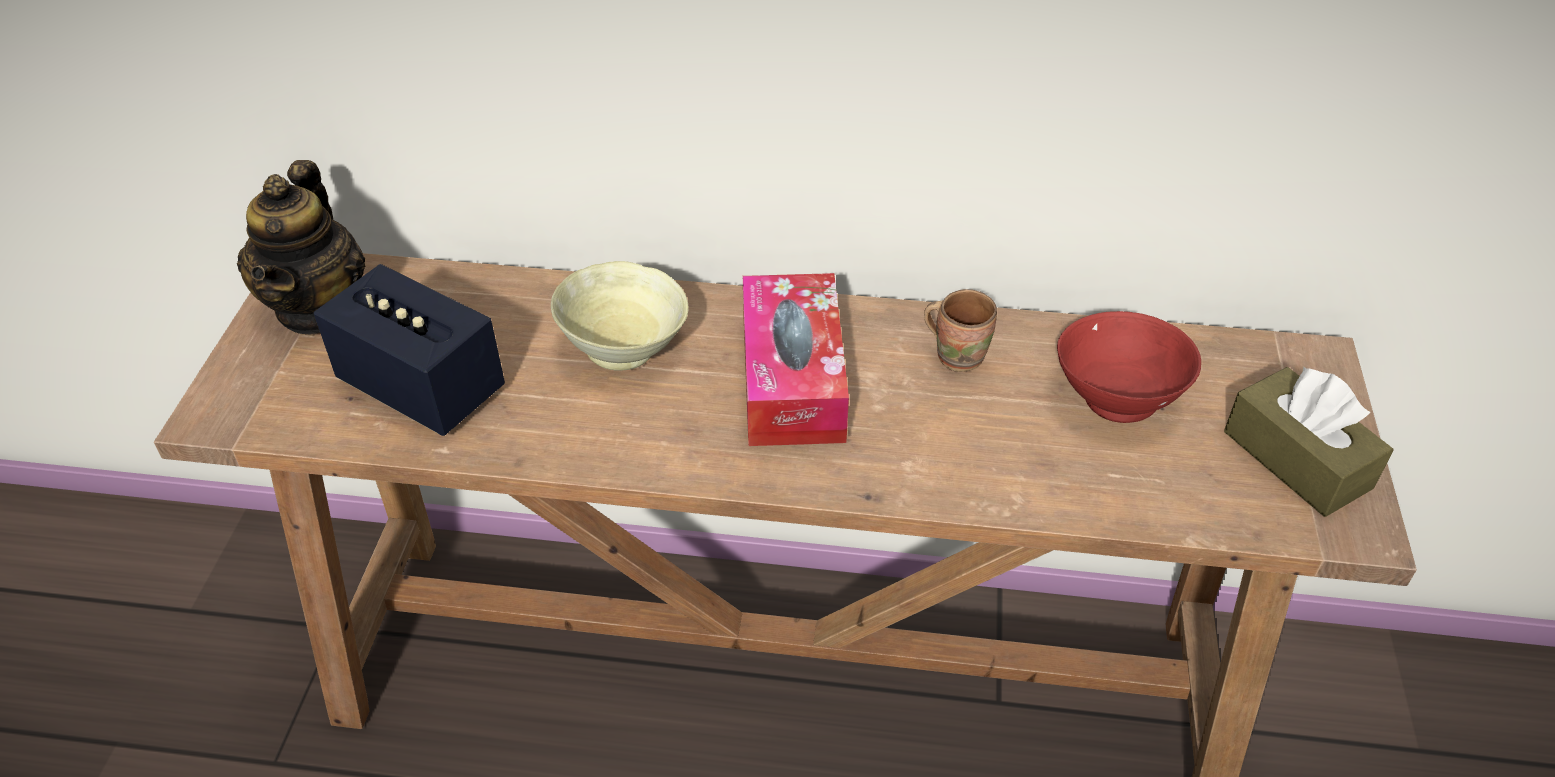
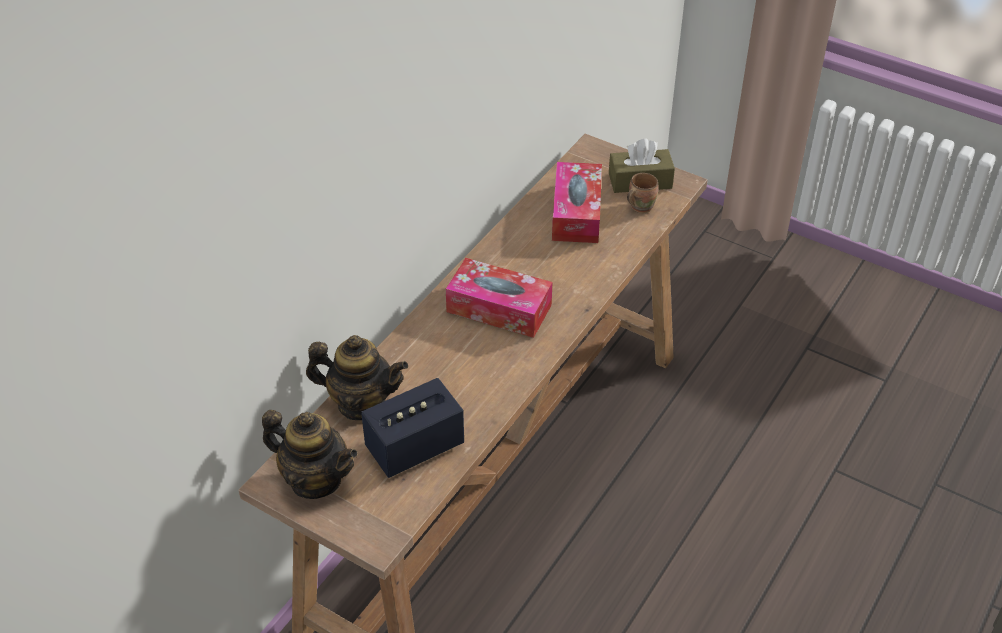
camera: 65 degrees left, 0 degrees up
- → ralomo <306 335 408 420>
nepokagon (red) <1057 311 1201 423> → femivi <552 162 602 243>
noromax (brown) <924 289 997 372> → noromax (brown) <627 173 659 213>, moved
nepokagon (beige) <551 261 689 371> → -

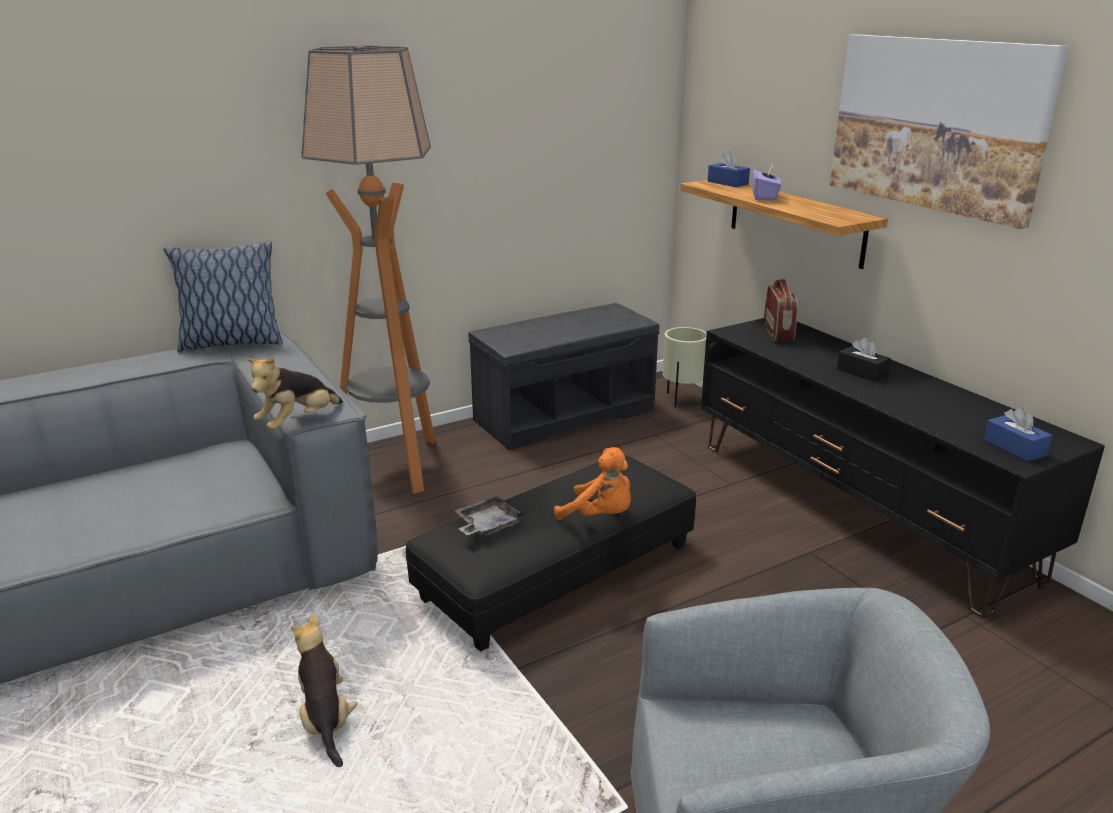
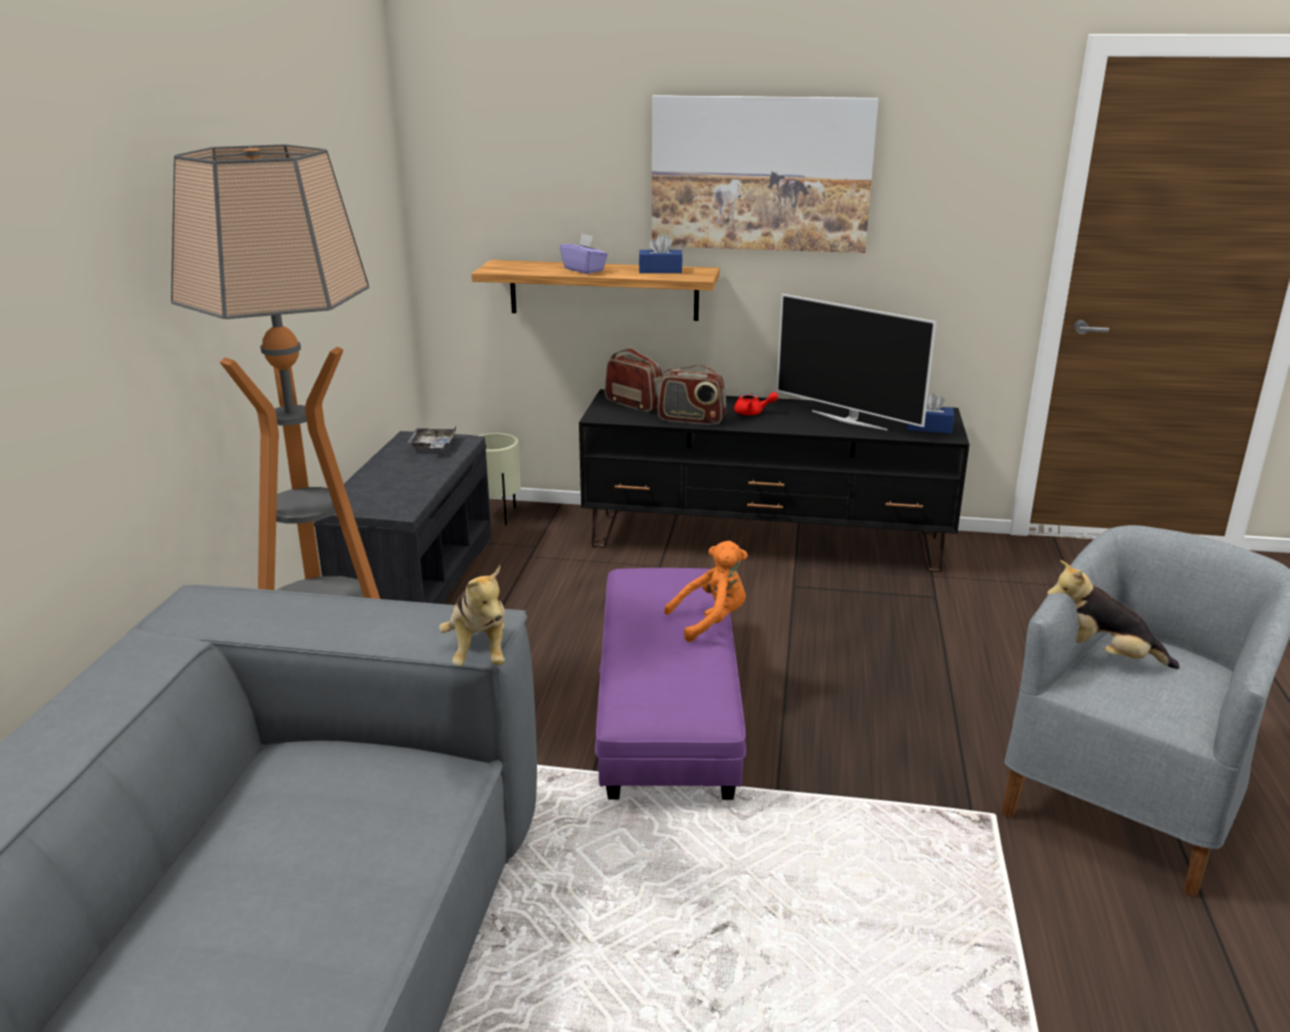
camera: 50 degrees left, 0 degrees up
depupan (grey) <455 495 525 536> → depupan (grey) <407 427 456 450>, moved
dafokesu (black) <406 455 696 652> → dafokesu (purple) <595 568 746 800>
femivi (blue) <708 150 750 187> → femivi (blue) <639 234 683 273>, moved
- → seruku <657 365 726 425>
femivi (black) <837 337 891 382> → ralomo (red) <734 392 778 415>
- → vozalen <776 294 936 430>
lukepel <291 614 357 767> → lukepel <1047 560 1180 669>, moved
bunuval <163 241 283 352> → -

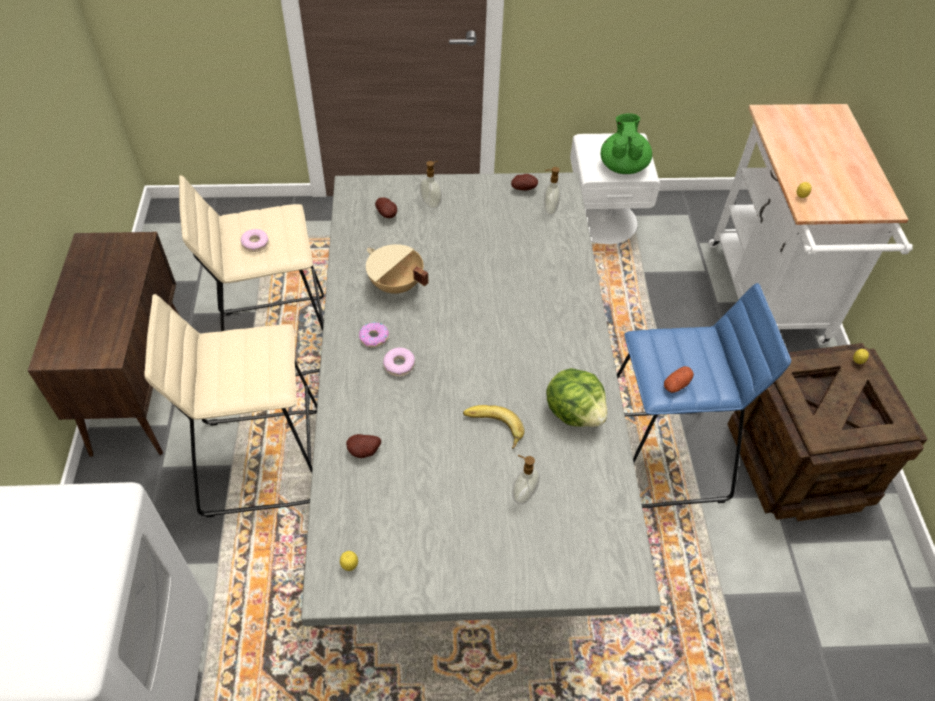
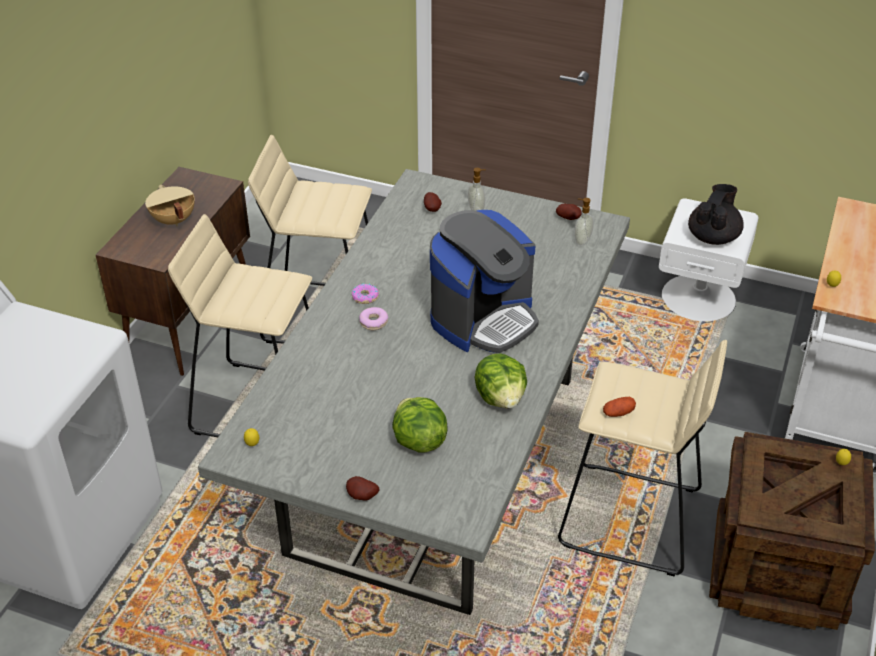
camera: 25 degrees right, 10 degrees down
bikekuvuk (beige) <366 244 429 294> → bikekuvuk (beige) <145 185 195 226>, moved
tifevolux <346 434 381 458> → tifevolux <346 476 380 501>, moved
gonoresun <512 455 540 504> → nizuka <392 397 448 453>
- → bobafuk <430 210 539 353>
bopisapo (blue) <617 283 791 508> → bopisapo (beige) <558 340 727 576>
ralomo (green) <600 113 652 174> → ralomo (black) <688 184 744 245>
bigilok <241 229 269 252> → -
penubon <463 405 524 449> → -

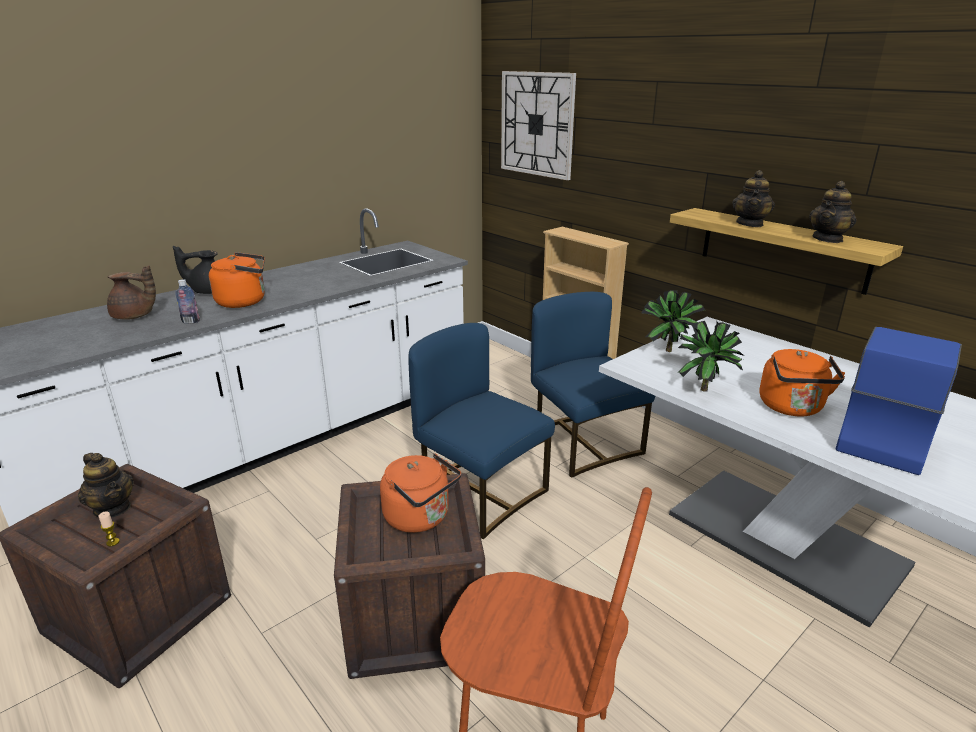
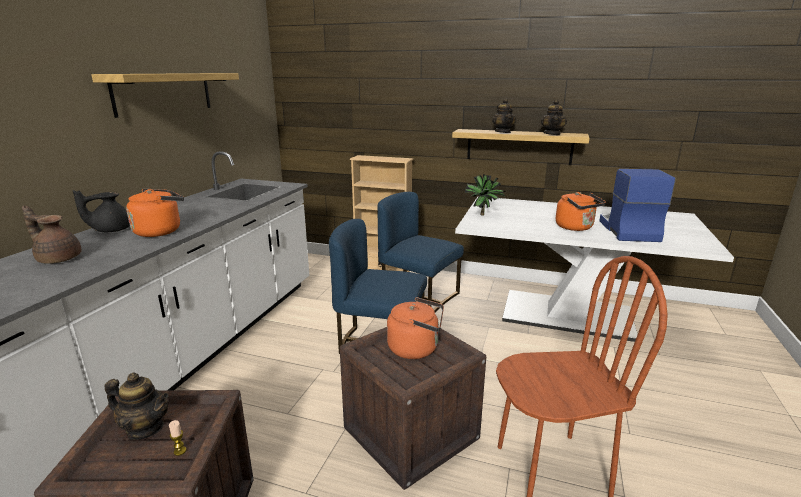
camera: 30 degrees left, 5 degrees down
ralomo (brown) <107 265 156 320> → ralomo (brown) <22 206 81 264>, 135 degrees counterclockwise
- → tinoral <91 73 239 118>
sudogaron <175 279 200 324> → -
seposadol <501 71 576 180> → -
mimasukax <678 321 747 392> → -

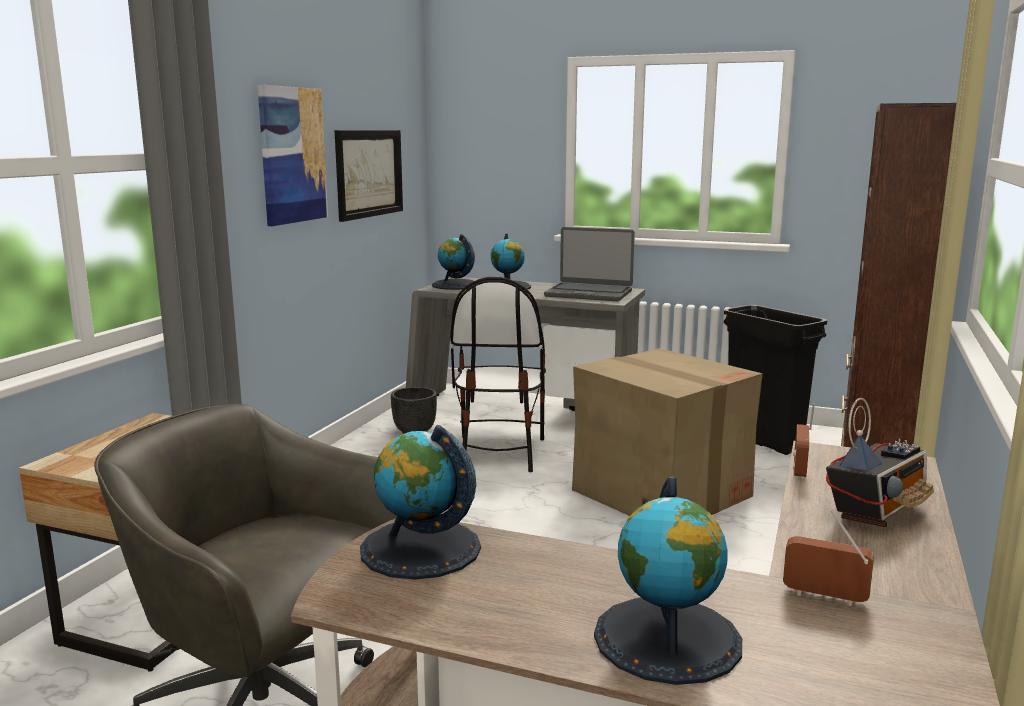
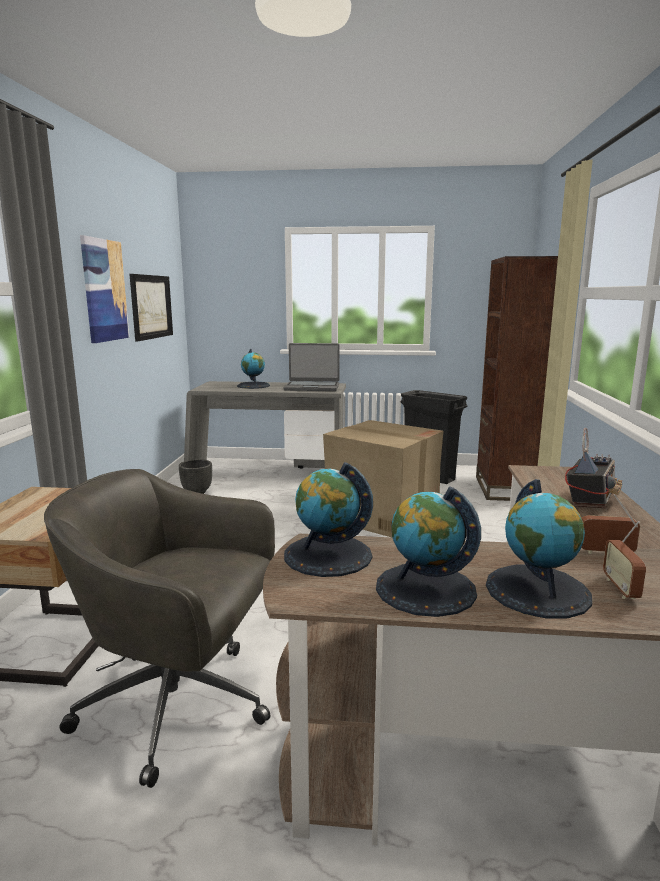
camera: 15 degrees left, 0 degrees up
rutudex <432 234 475 290> → rutudex <376 486 481 617>, moved
seruku <793 403 815 479> → seruku <603 521 646 599>, moved
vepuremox <450 277 546 472> → -

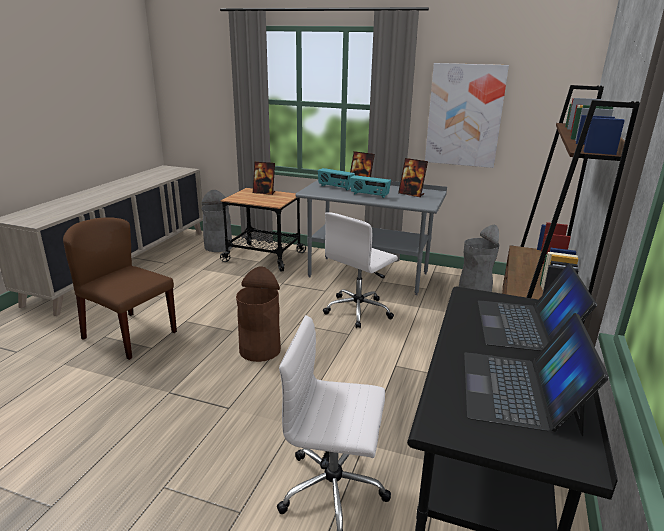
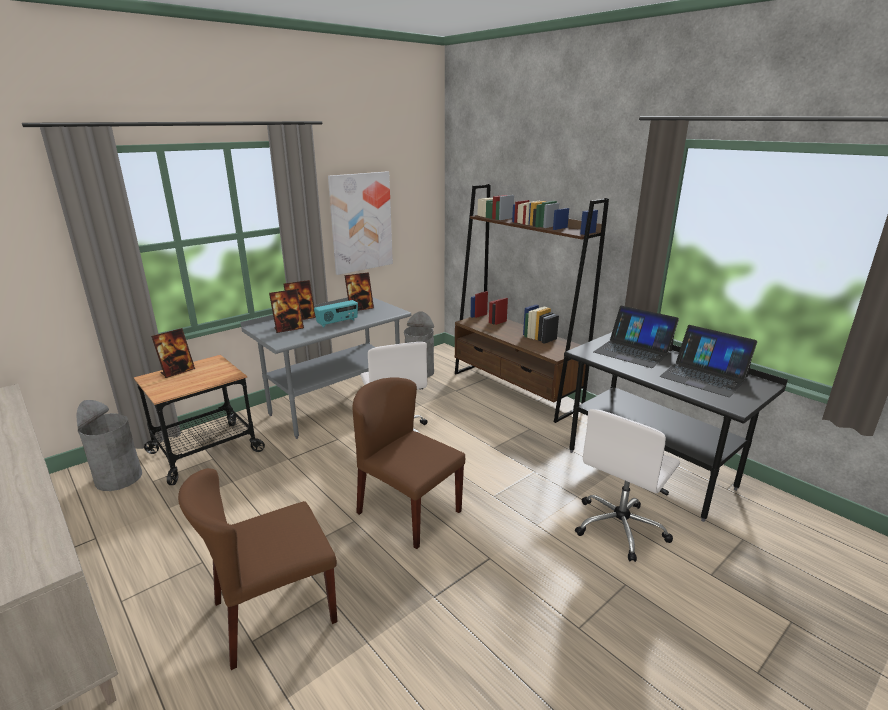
camera: 60 degrees left, 0 degrees up
seruku <318 168 355 191> → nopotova <269 289 304 333>
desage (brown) <236 267 281 362> → vepuremox (brown) <352 377 465 549>

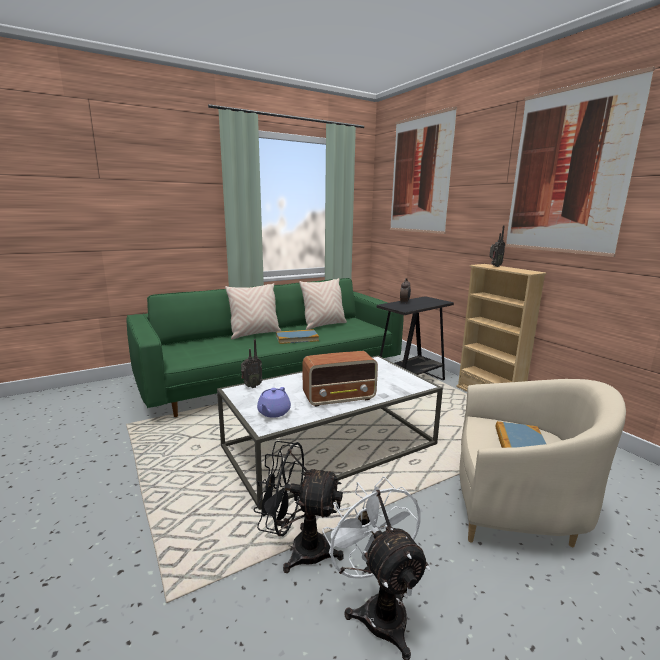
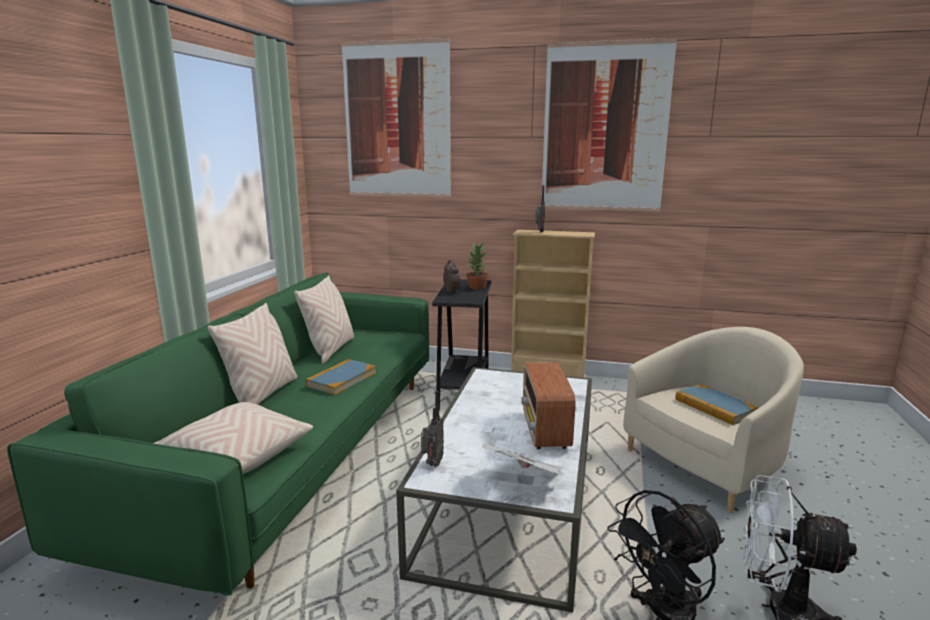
camera: 45 degrees left, 0 degrees up
- → bunuval (beige) <154 402 313 474>
- → mimasukax <466 243 489 289>
ralomo (purple) <257 387 291 418> → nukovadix <482 444 565 476>
seruku <303 351 378 407> → seruku <521 362 575 449>, 150 degrees clockwise

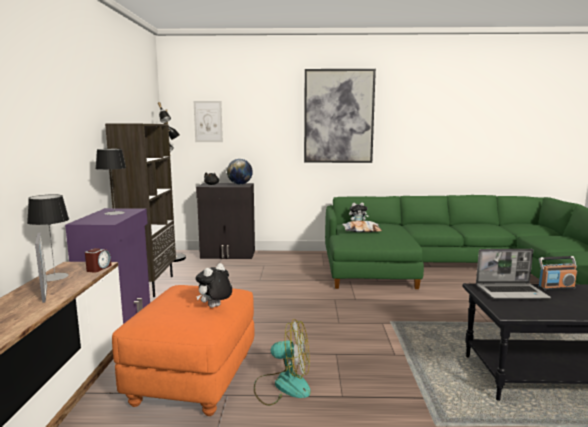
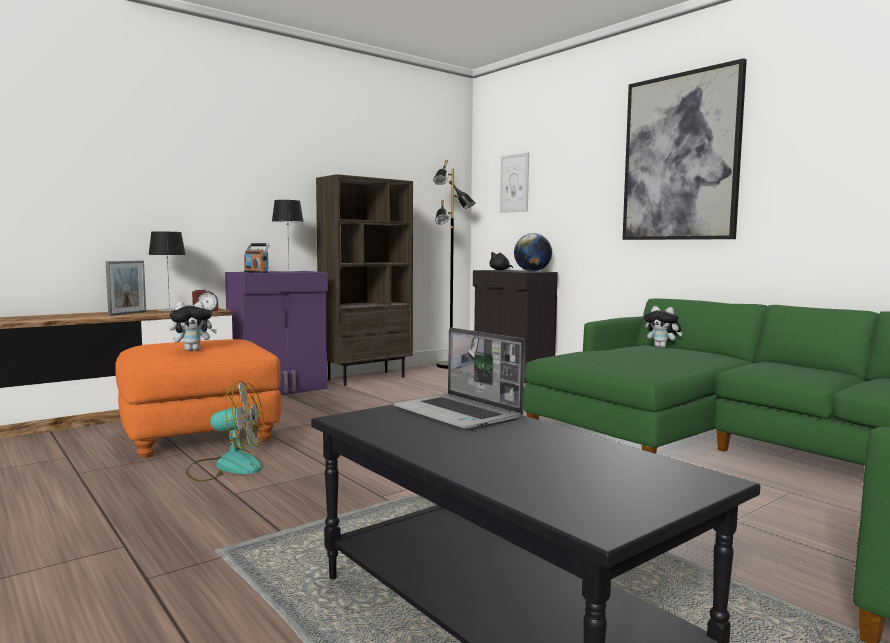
camera: 50 degrees right, 5 degrees down
lukepel <196 263 232 308> → lukepel <169 301 218 351>, 150 degrees clockwise
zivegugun <254 319 311 406> → zivegugun <186 381 264 482>, 60 degrees counterclockwise
seruku <538 256 577 290> → seruku <244 243 270 273>, moved
bunuval <342 221 382 232> → -

